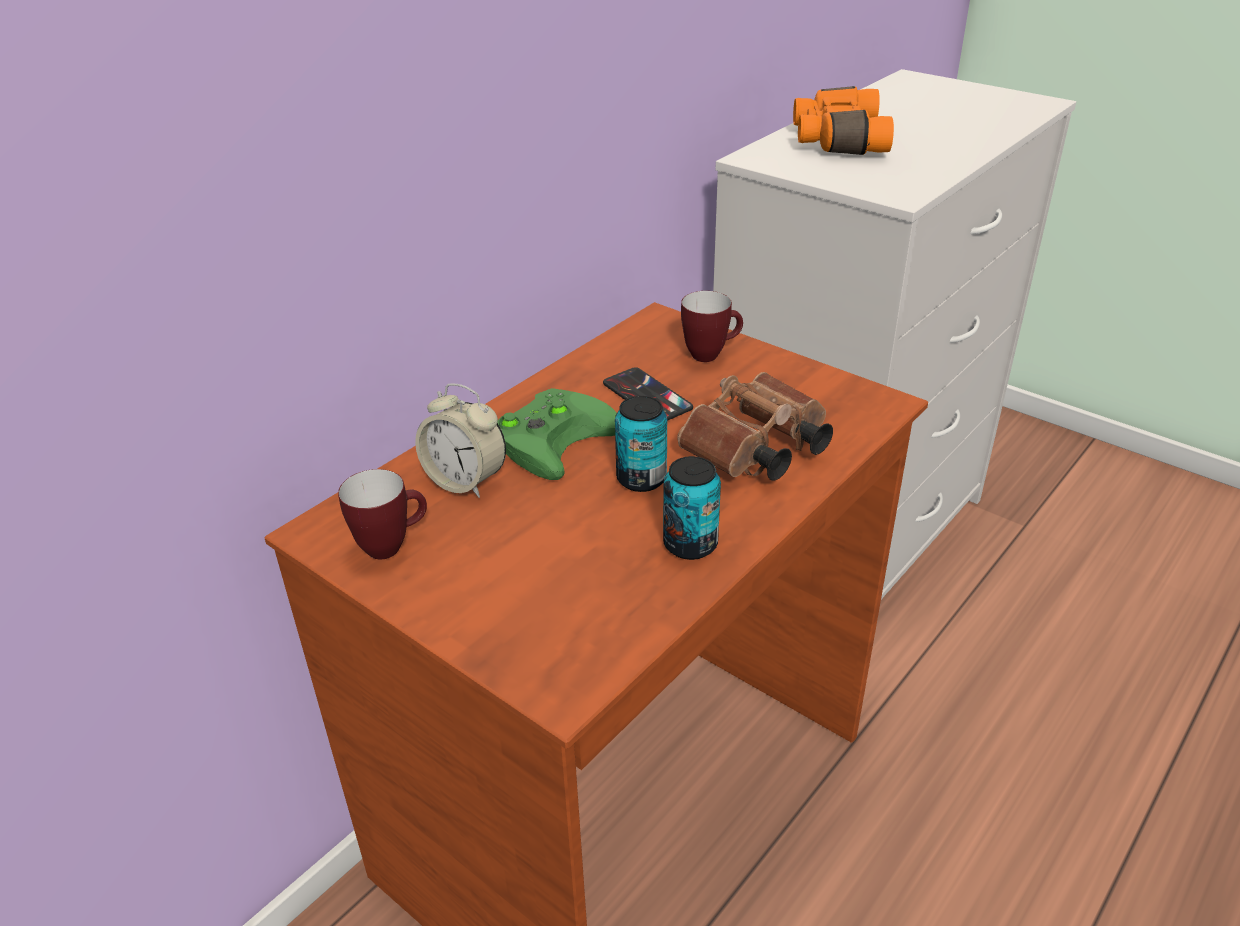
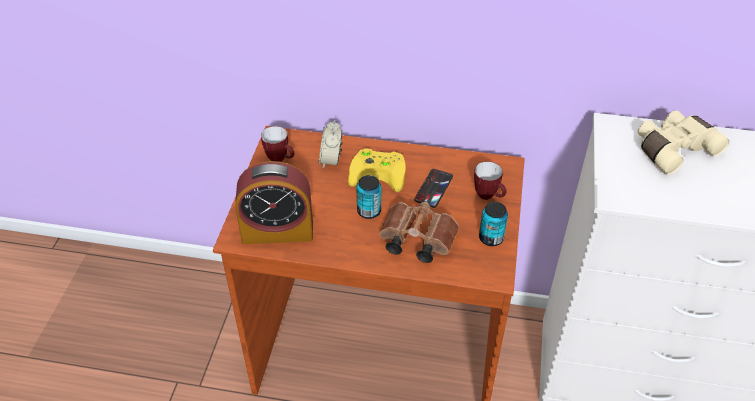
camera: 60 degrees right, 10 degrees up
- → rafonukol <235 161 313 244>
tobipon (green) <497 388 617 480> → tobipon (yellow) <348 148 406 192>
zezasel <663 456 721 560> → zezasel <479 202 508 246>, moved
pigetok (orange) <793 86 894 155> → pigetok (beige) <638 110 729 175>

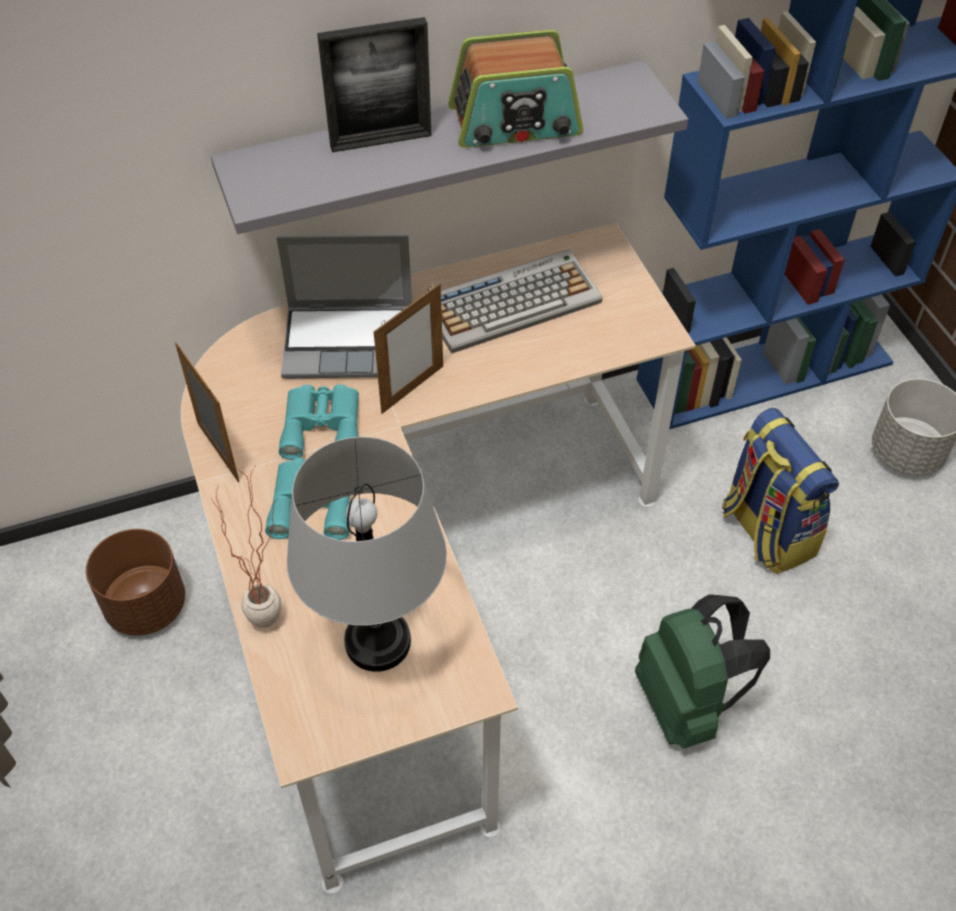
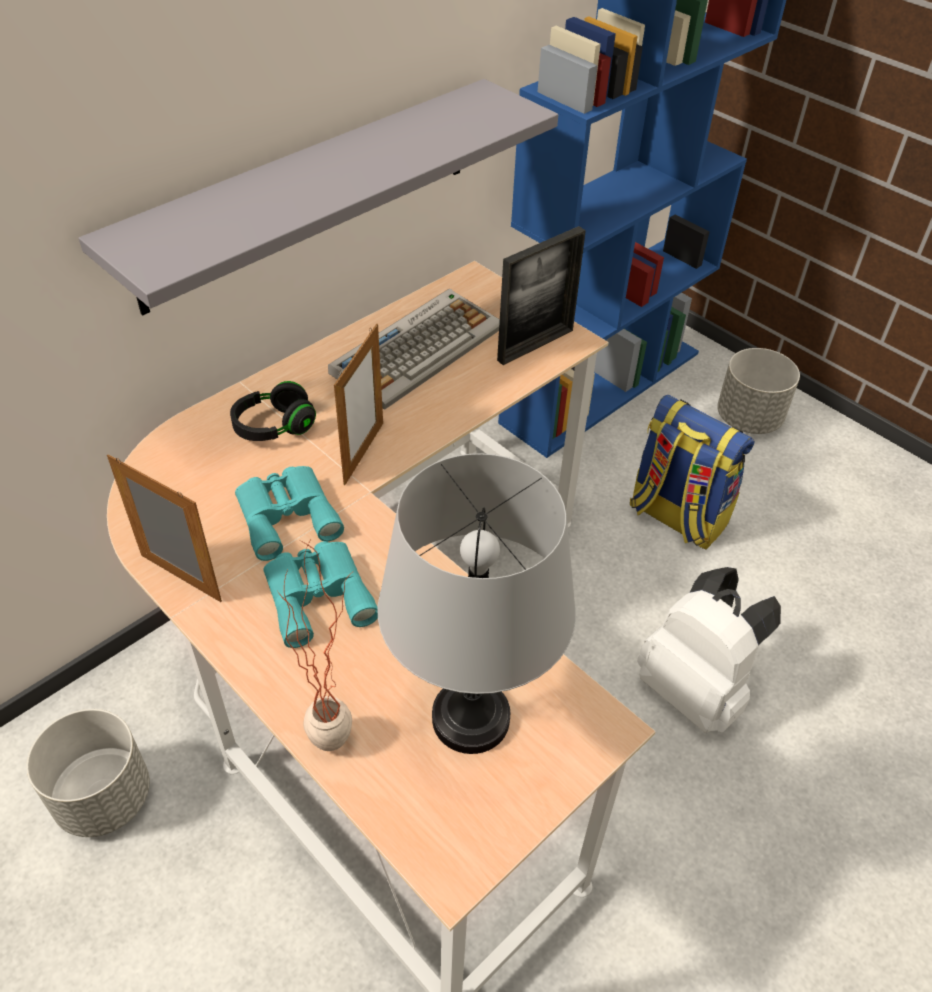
camera: 25 degrees left, 5 degrees down
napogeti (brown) <86 529 185 636> → napogeti (grey) <27 709 150 837>
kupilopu <277 235 412 378> → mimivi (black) <230 381 316 441>
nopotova <317 17 431 152> → nopotova <497 226 586 365>, moved
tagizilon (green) <635 594 770 749> → tagizilon (white) <637 567 781 733>
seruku <448 30 583 148> → -

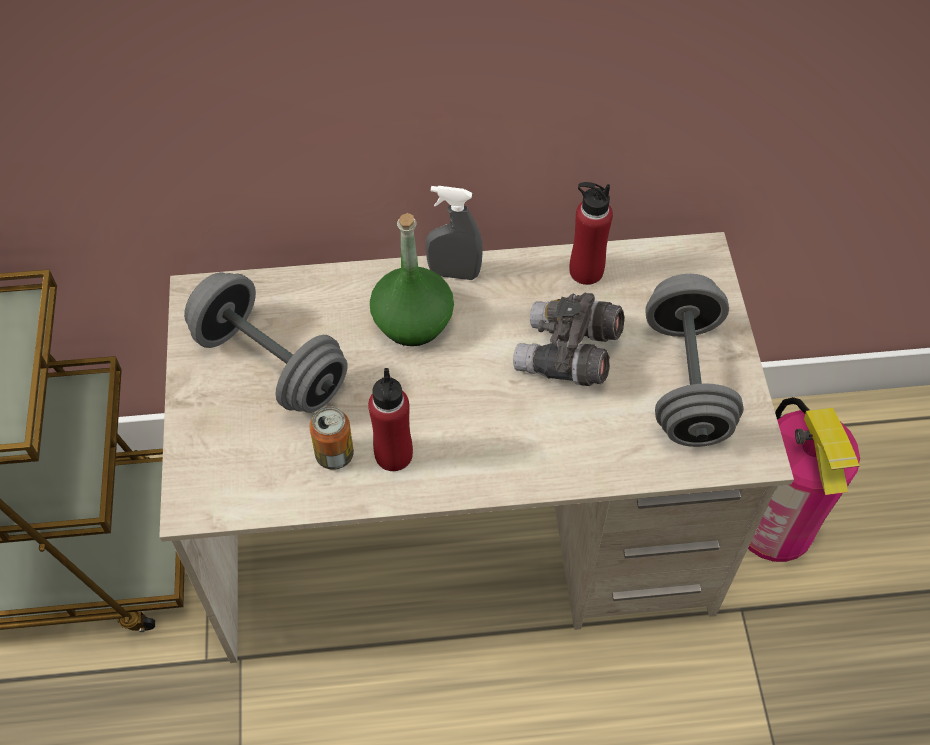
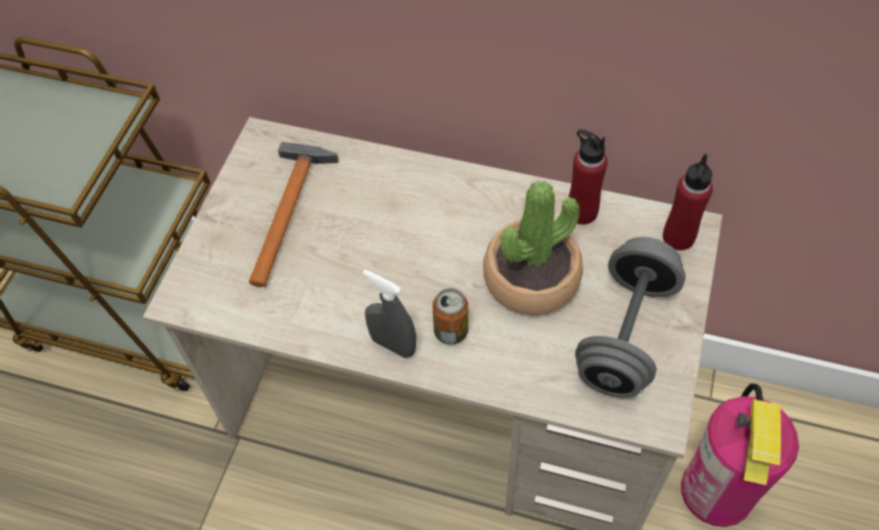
camera: 25 degrees right, 0 degrees up
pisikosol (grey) <184 272 347 413> → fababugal <249 142 339 287>
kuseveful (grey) <425 186 483 280> → kuseveful (grey) <363 269 416 358>, moved
zezasel <310 406 354 470> → zezasel <432 288 468 344>, moved
pigetok (grey) <513 293 625 386> → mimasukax <483 181 583 315>
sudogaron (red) <368 368 413 471> → sudogaron (red) <663 154 713 250>, moved
sudogaron (green) <370 213 454 346> → -

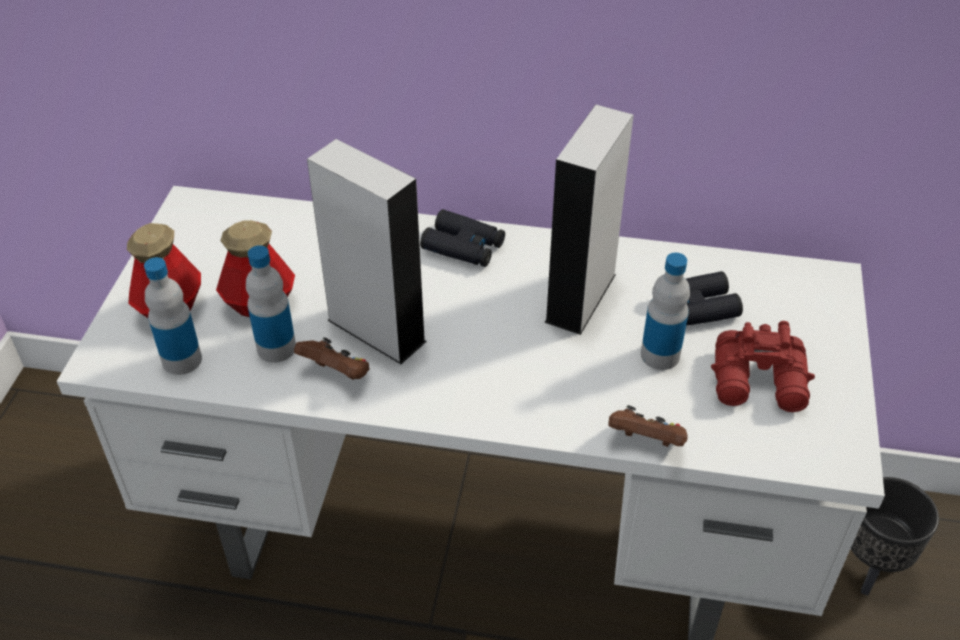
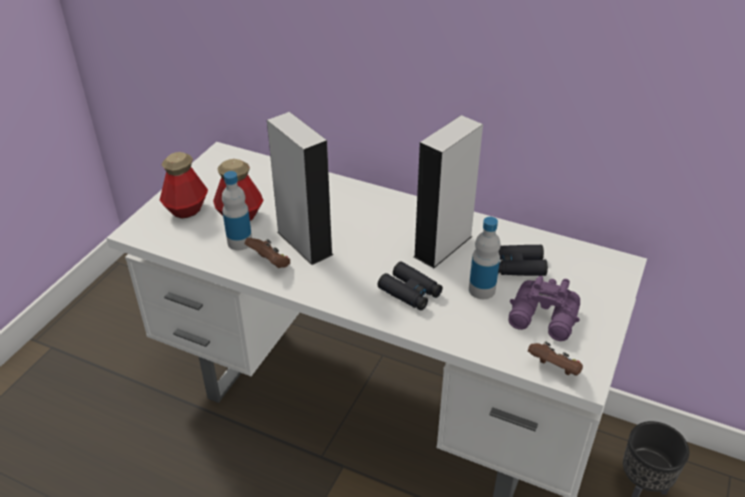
camera: 15 degrees right, 5 degrees down
pigetok (black) <420 209 505 267> → pigetok (black) <378 262 443 311>, moved
pigetok (red) <711 321 815 412> → pigetok (purple) <508 276 580 341>
tobipon (brown) <609 405 688 447> → tobipon (brown) <528 342 583 376>, moved
sudogaron <144 257 202 375> → -

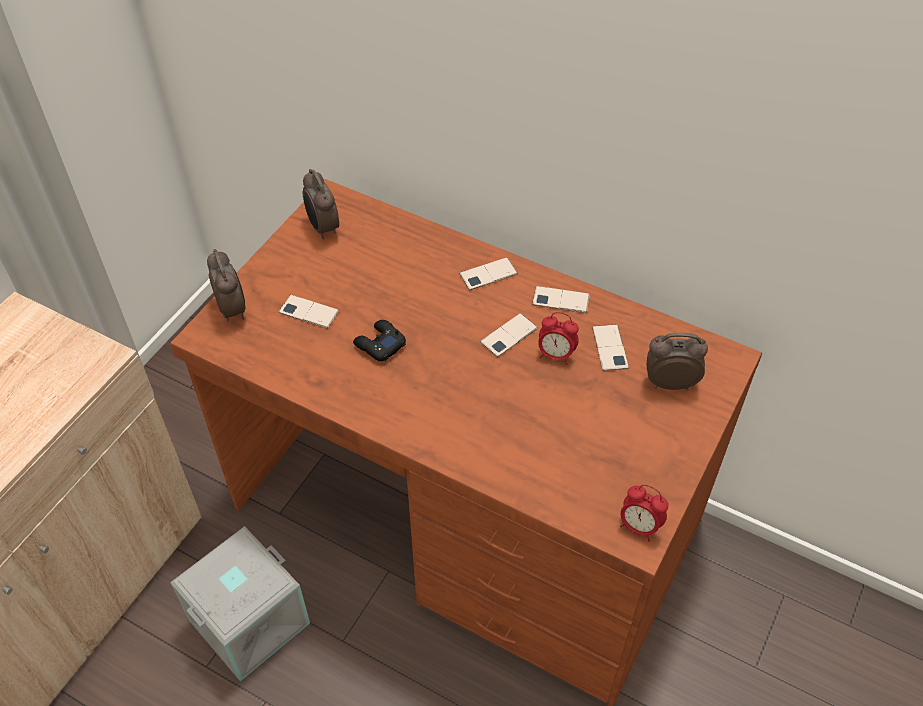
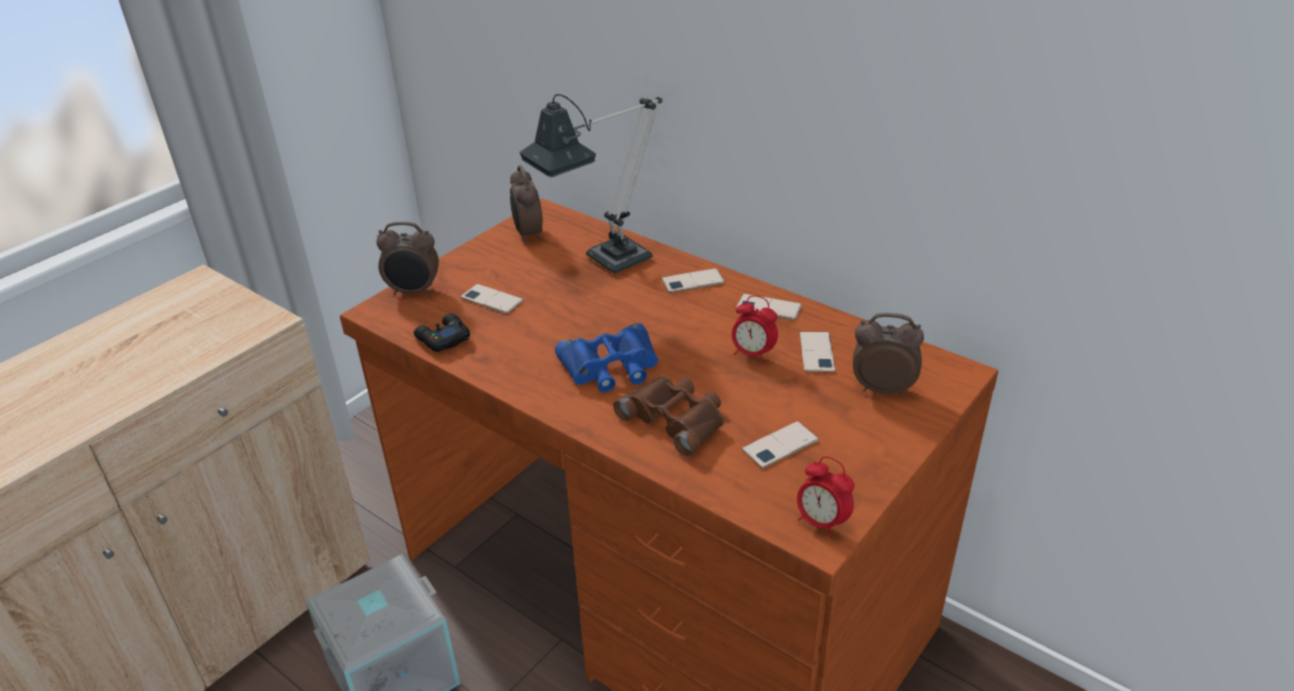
camera: 10 degrees right, 15 degrees down
rafonukol <207 249 246 322> → rafonukol <376 222 439 295>, 105 degrees clockwise
tobipon (black) <353 320 406 361> → tobipon (black) <414 314 470 352>, moved
- → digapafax <519 94 662 273>
- → pigetok (blue) <555 323 658 393>
- → pigetok (brown) <613 375 724 457>
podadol <480 313 538 357> → podadol <742 421 819 469>, moved

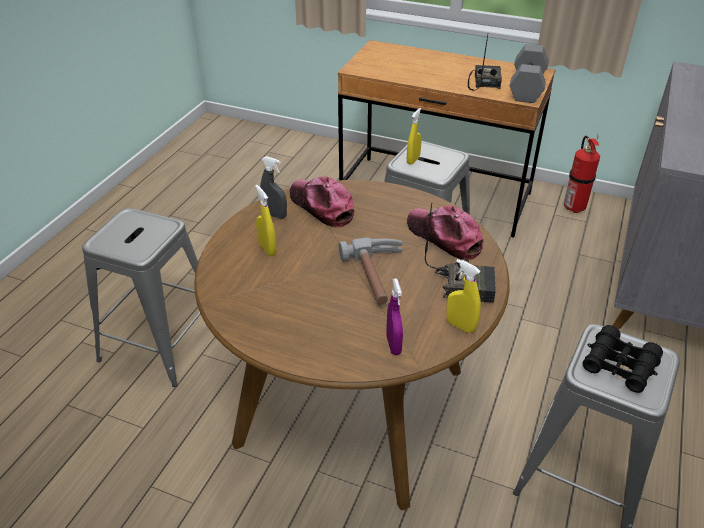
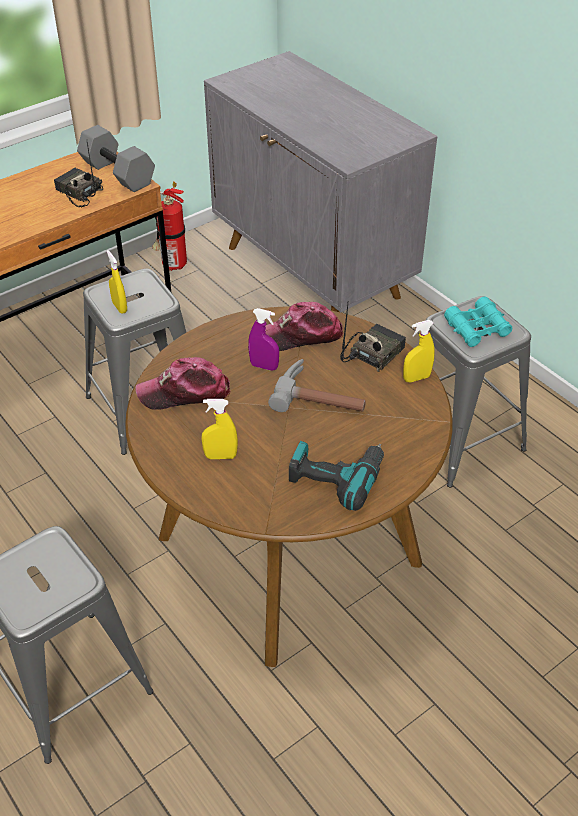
camera: 60 degrees left, 5 degrees up
kuseveful (purple) <386 278 403 355> → kuseveful (purple) <248 308 279 371>, moved
- → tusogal <289 441 384 511>
pigetok (black) <583 325 663 393> → pigetok (turquoise) <444 296 513 347>
kuseveful (grey) <260 156 287 219> → -

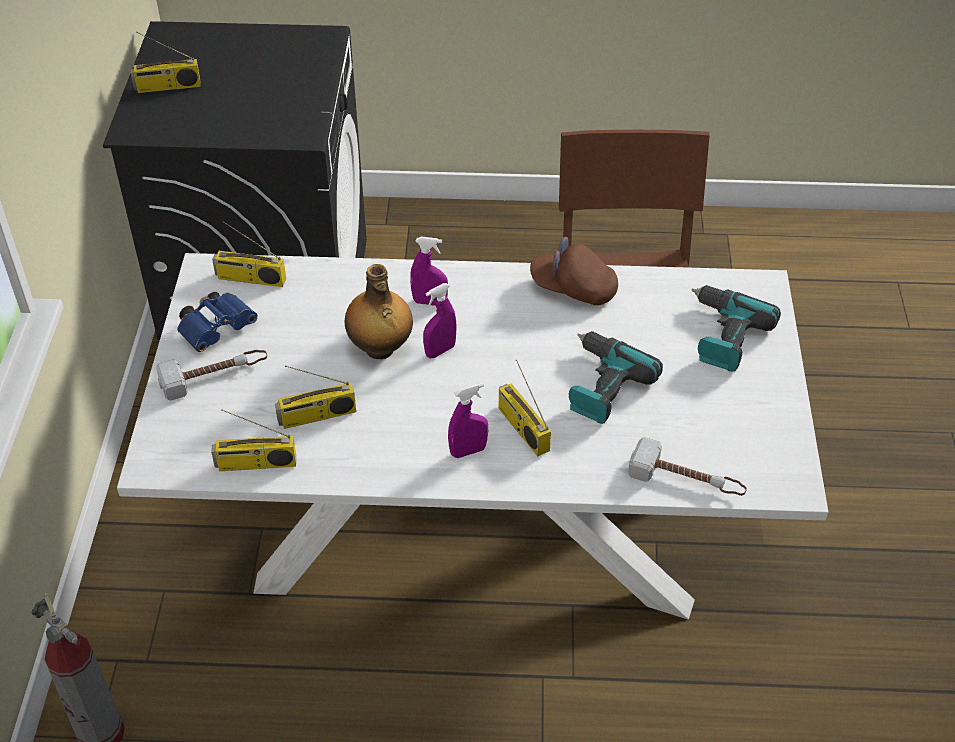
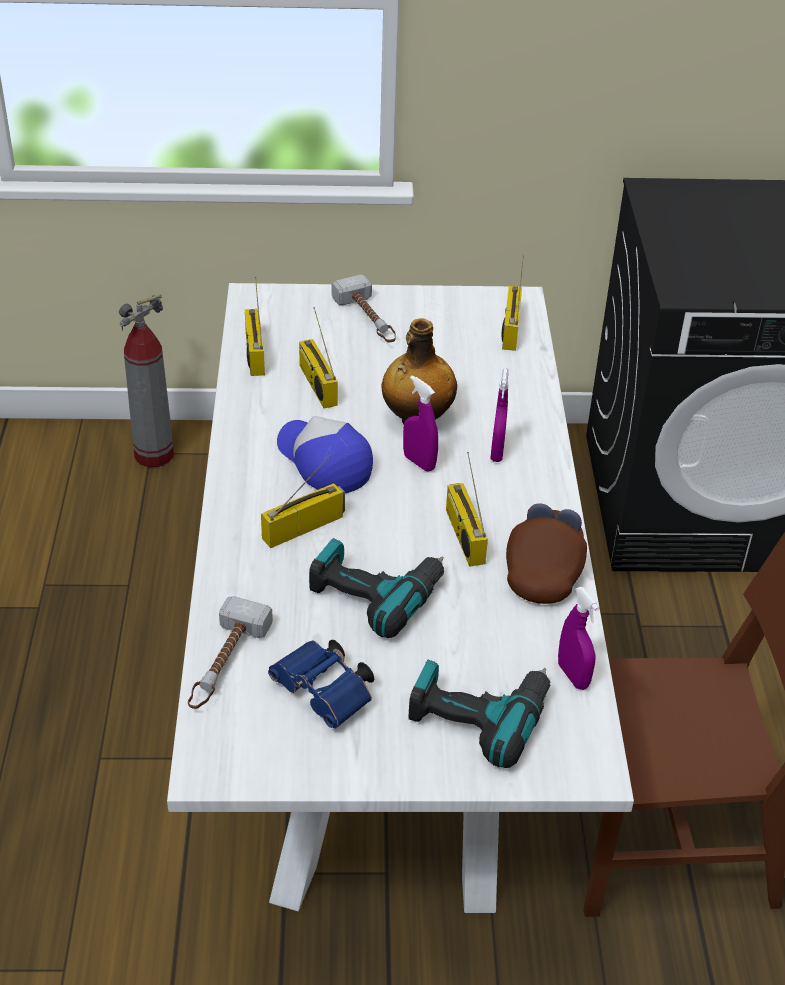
camera: 85 degrees right, 5 degrees down
pigetok (blue) <177 292 257 352> → pigetok (blue) <268 640 374 729>, moved
- → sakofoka <277 416 373 493>
seruku <130 32 201 93> → seruku <446 452 488 567>, moved
kuseveful (purple) <448 383 488 458> → kuseveful (purple) <558 587 599 690>, moved

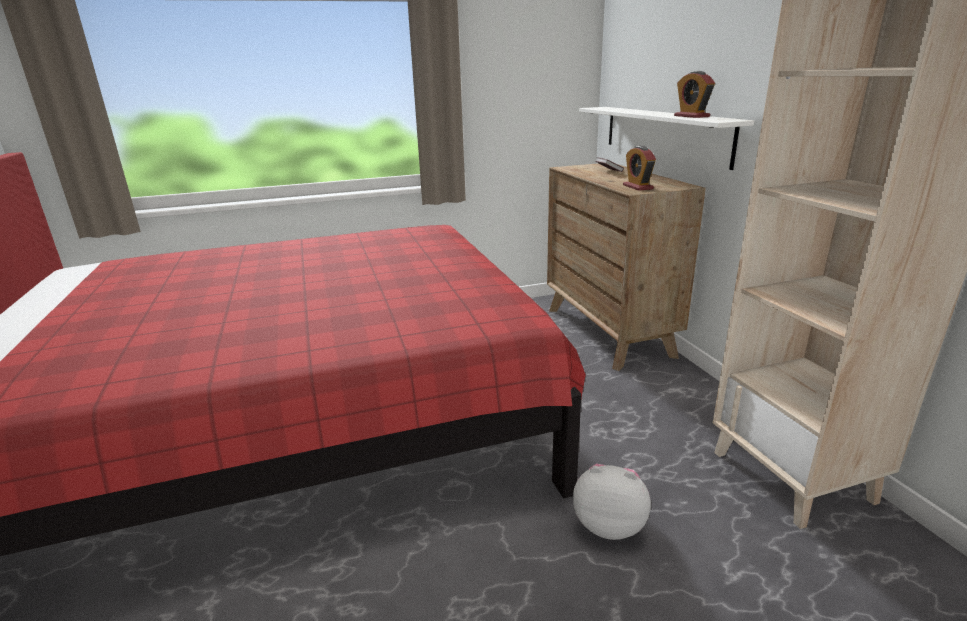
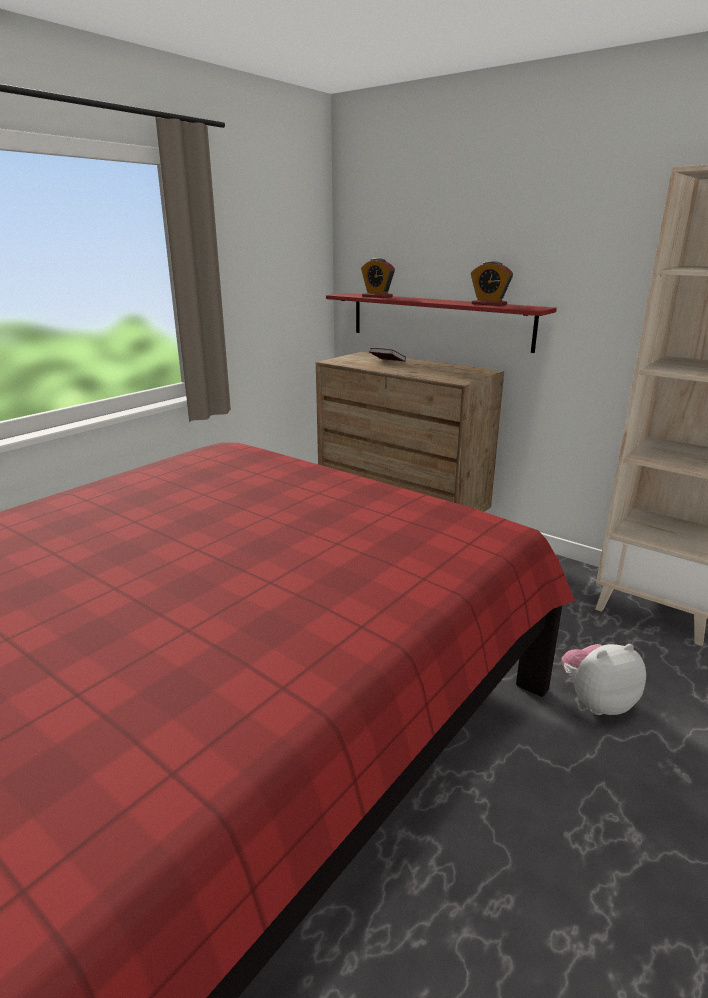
camera: 35 degrees left, 0 degrees up
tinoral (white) <579 107 754 170> → tinoral (red) <326 293 557 353>
rafonukol <623 146 656 191> → rafonukol <361 258 395 298>, moved

